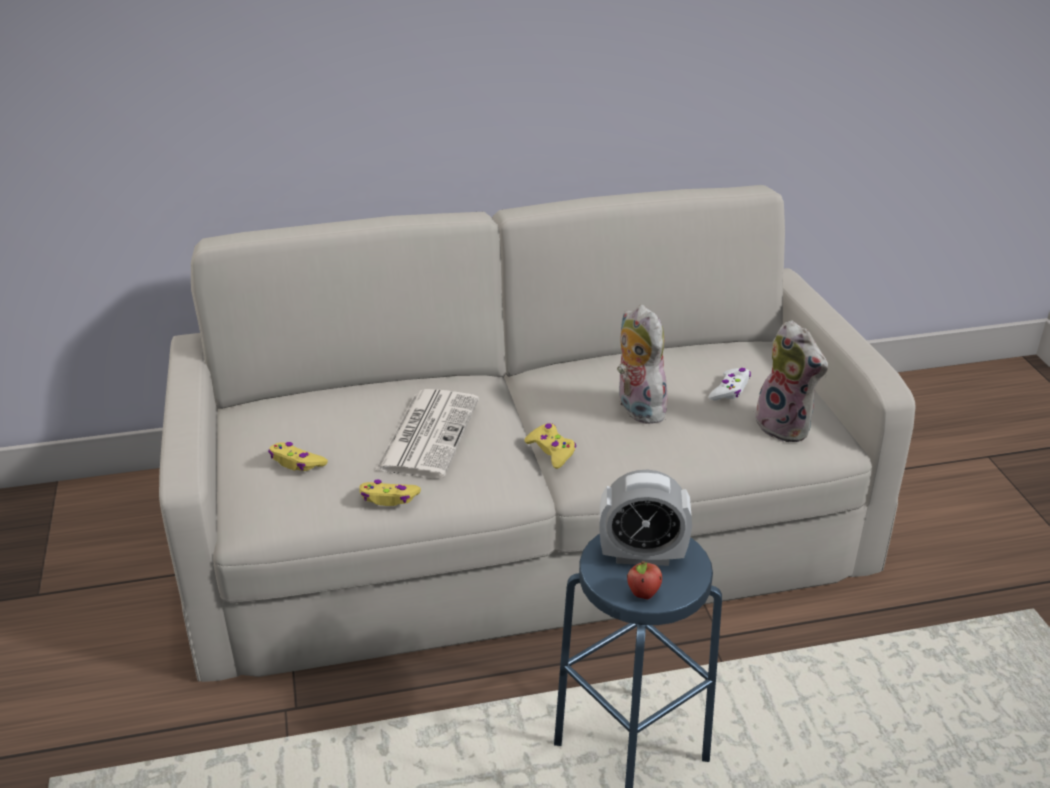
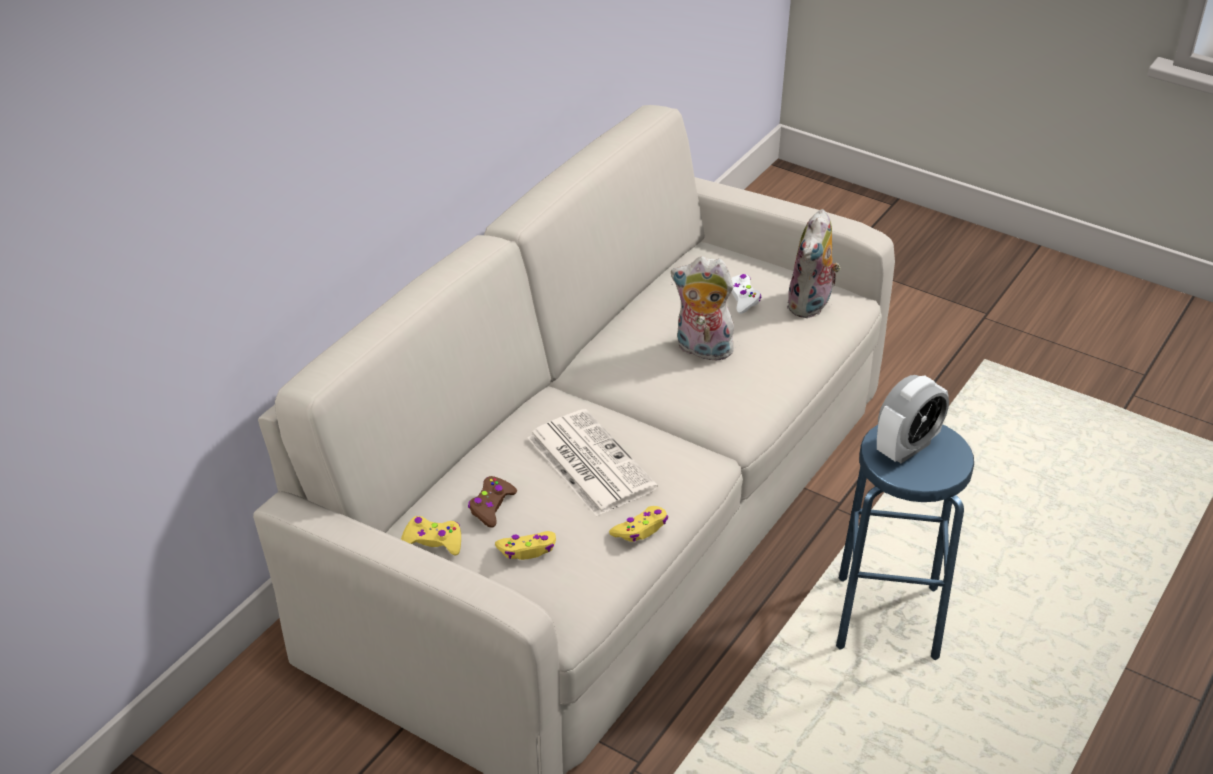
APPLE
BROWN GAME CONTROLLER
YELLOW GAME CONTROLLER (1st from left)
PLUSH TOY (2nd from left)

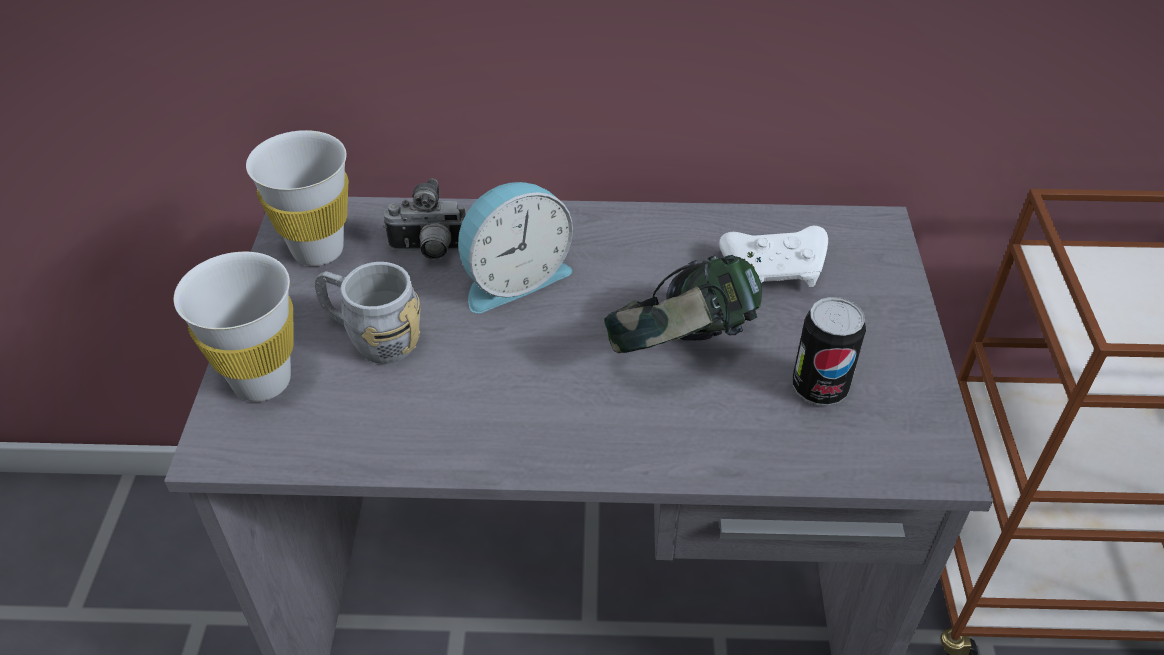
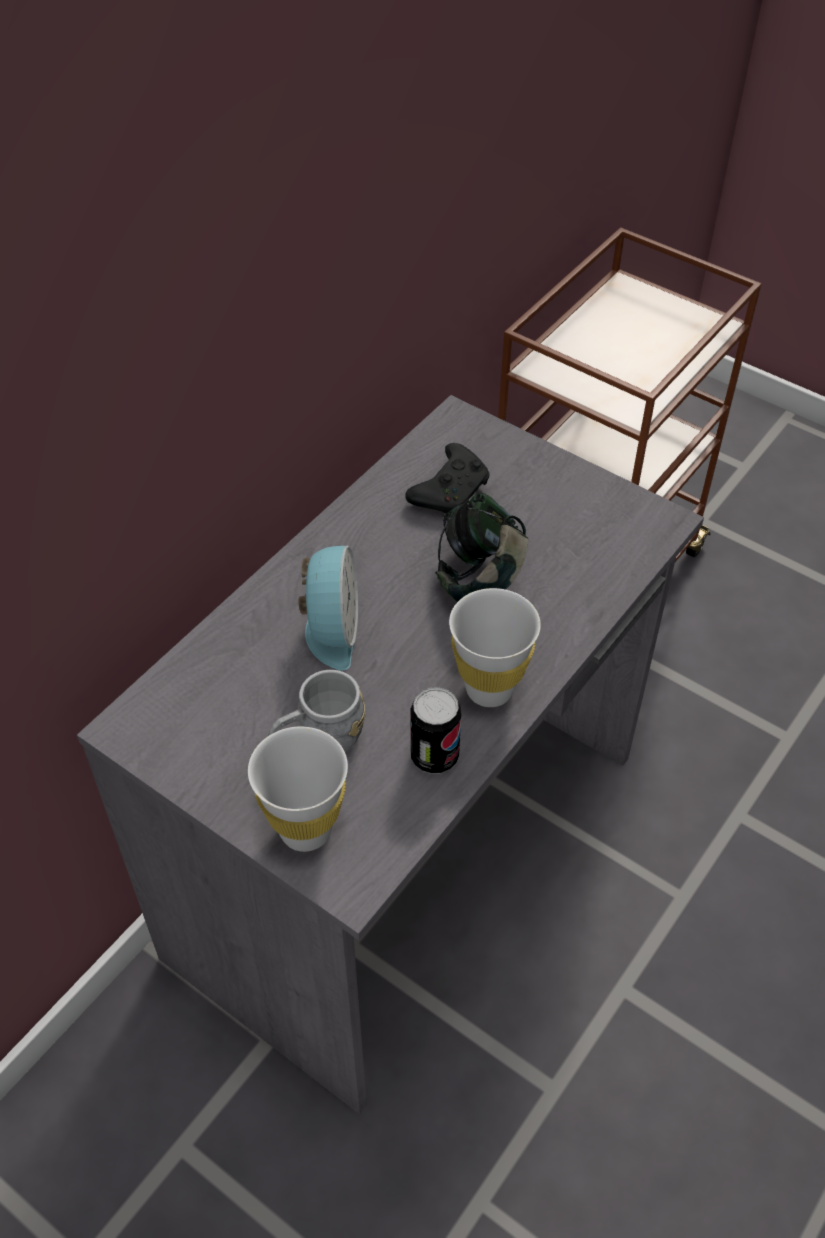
PHOTO CAMERA
WHITE CUP (2nd from left)
CAN
BLACK GAME CONTROLLER

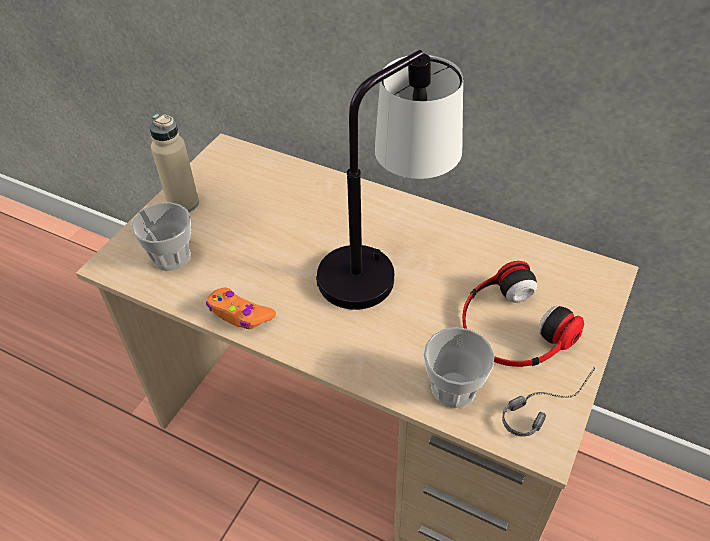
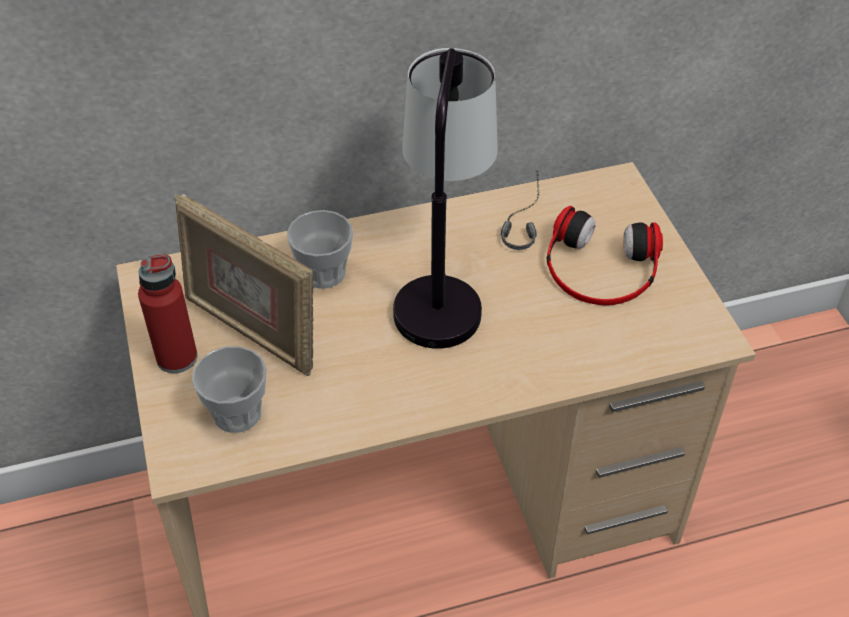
ORANGE GAME CONTROLLER
PICTURE FRAME
CUP (2nd from left)
HEADPHONES (1st from left)
RED BOTTLE

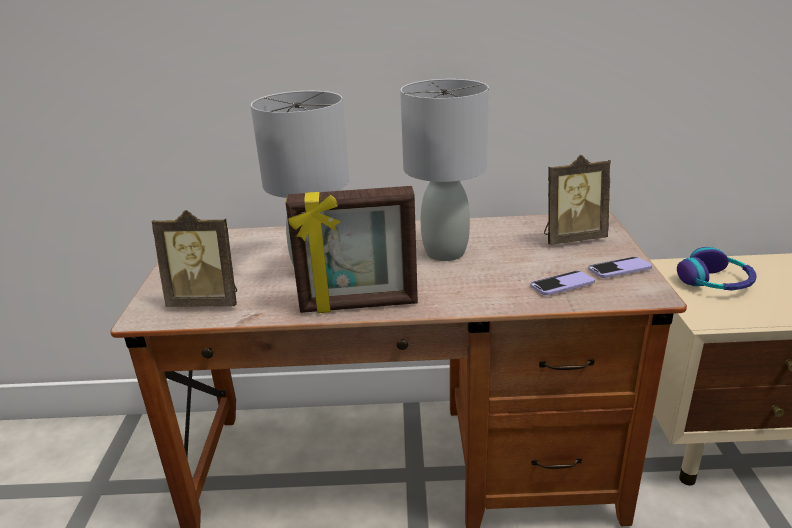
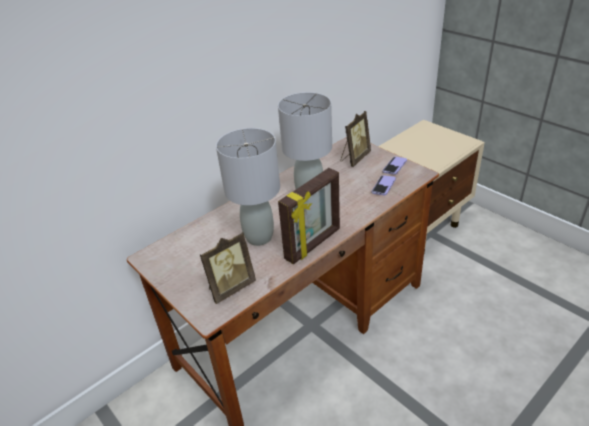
HEADPHONES

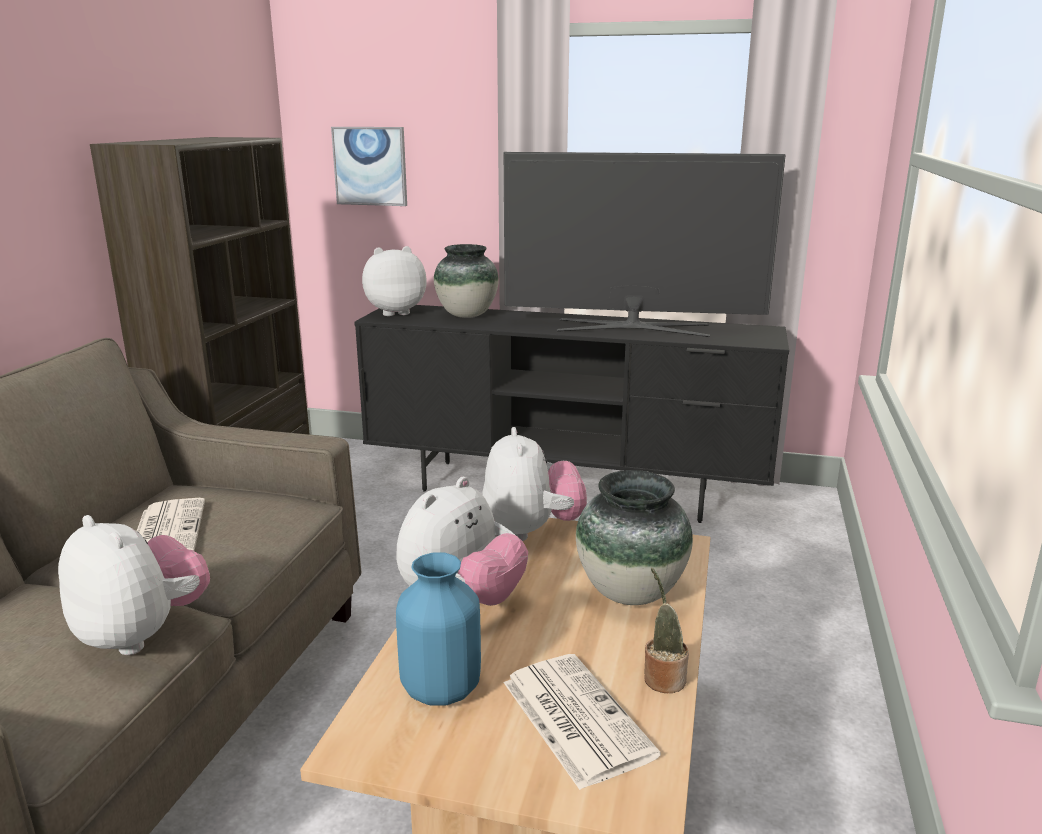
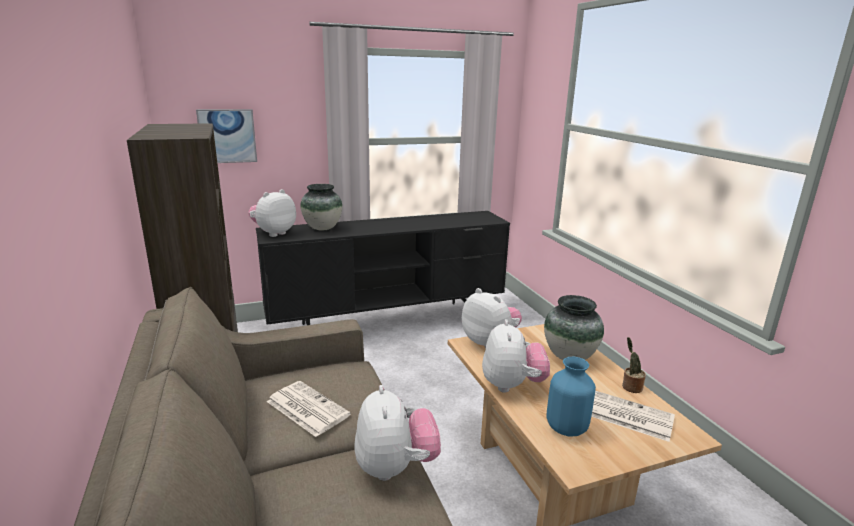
TELEVISION
PLUSH TOY (2nd from left)

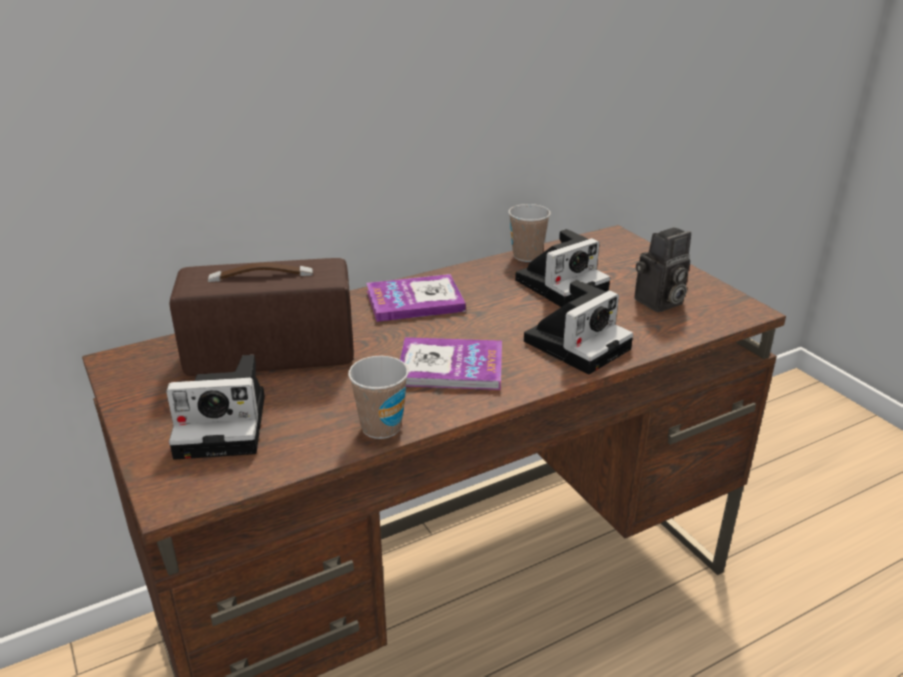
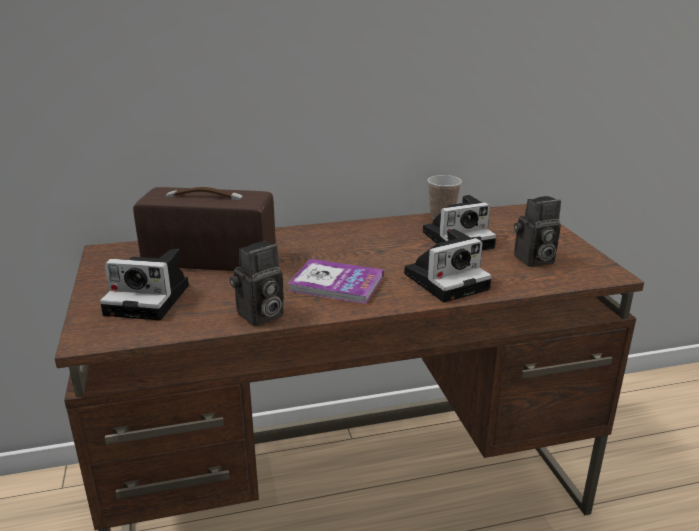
BOOK (1st from left in the first image)
PHOTO CAMERA (2nd from left)

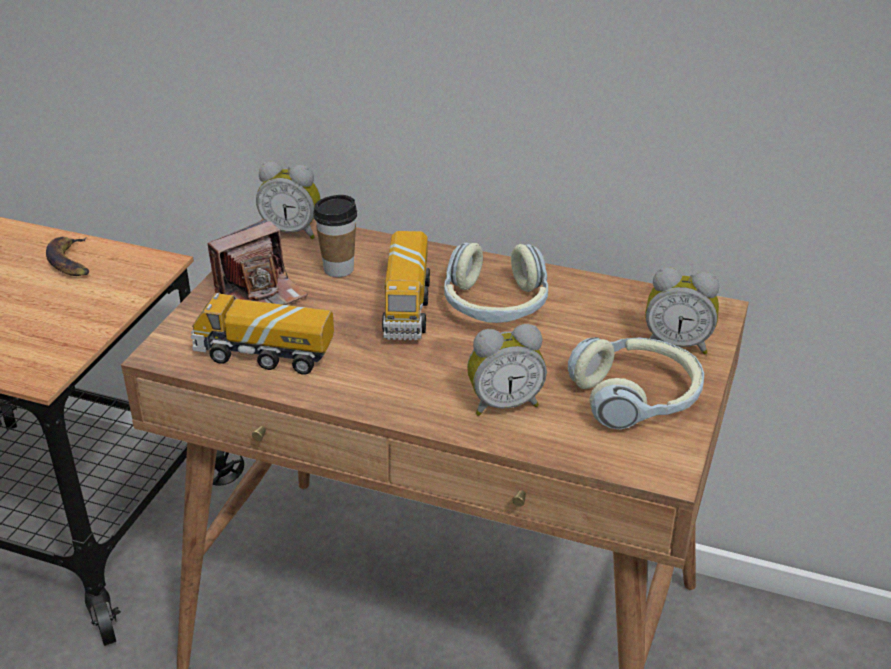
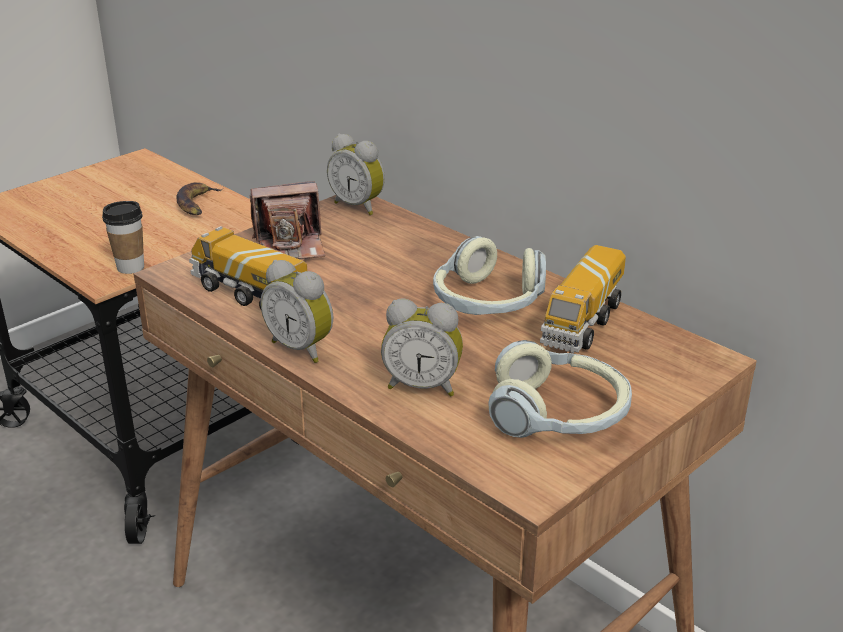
CUP
TOY TRUCK (2nd from left)
ALARM CLOCK (1st from left)

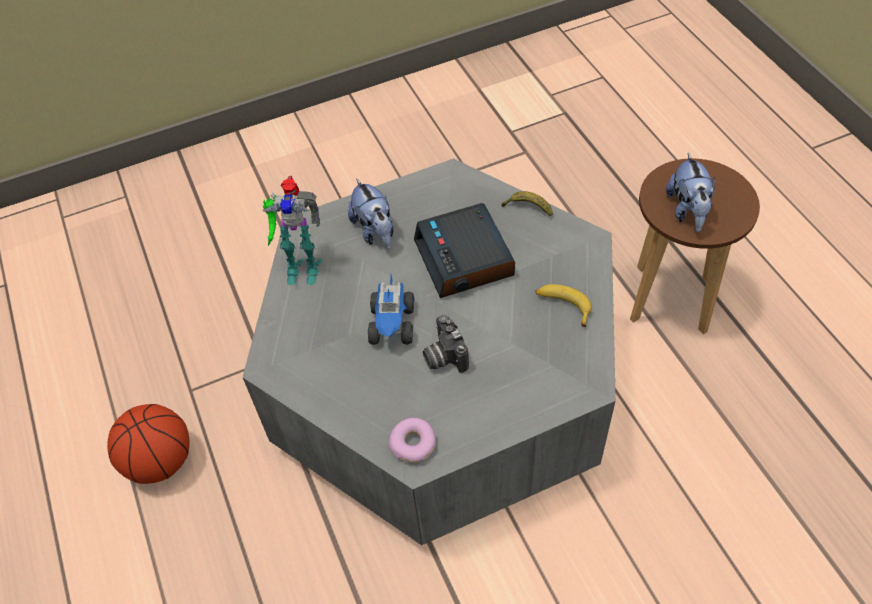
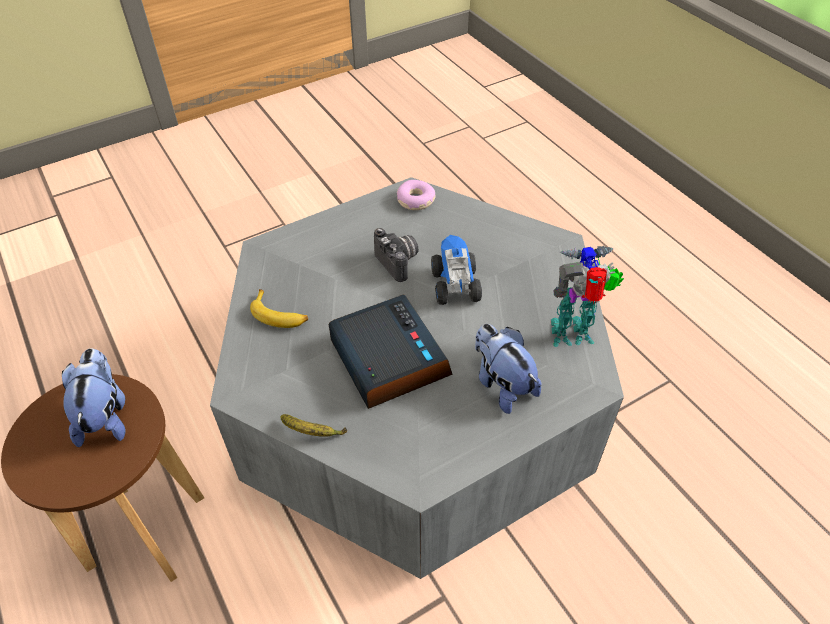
BASKETBALL

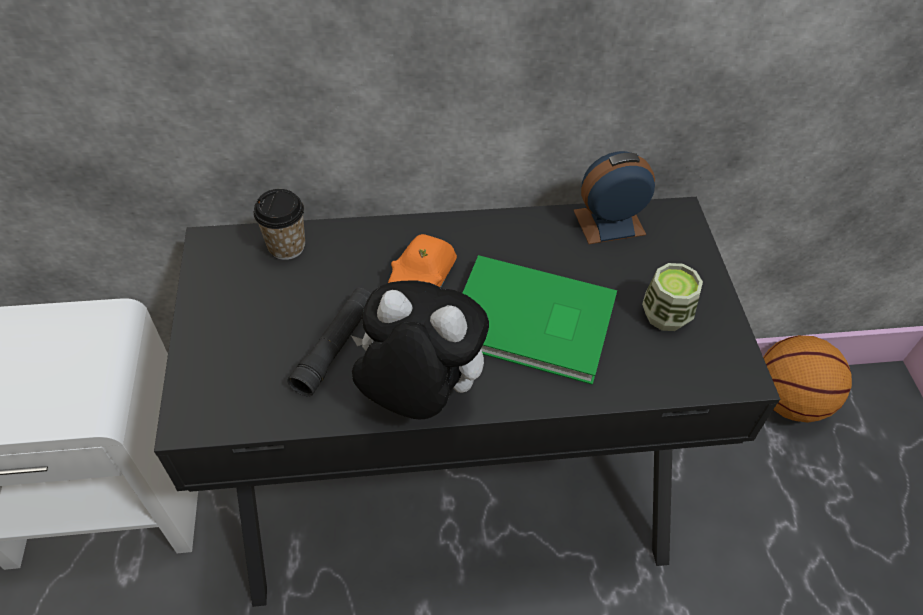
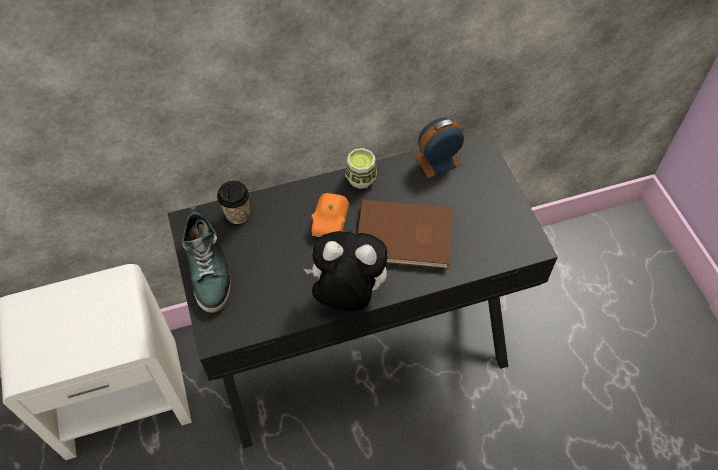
BLACK FLASHLIGHT
BASKETBALL
SHOE
CUP (2nd from left)
BROWN BOOK

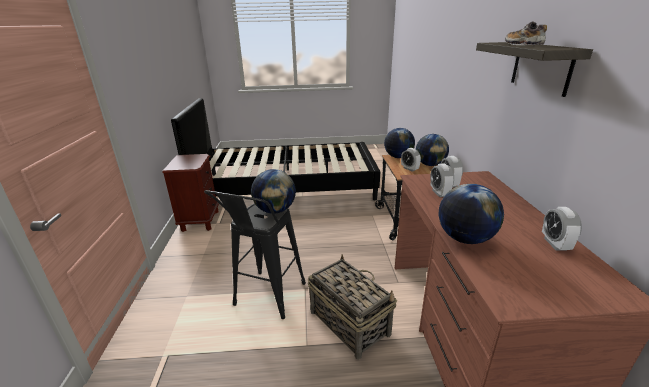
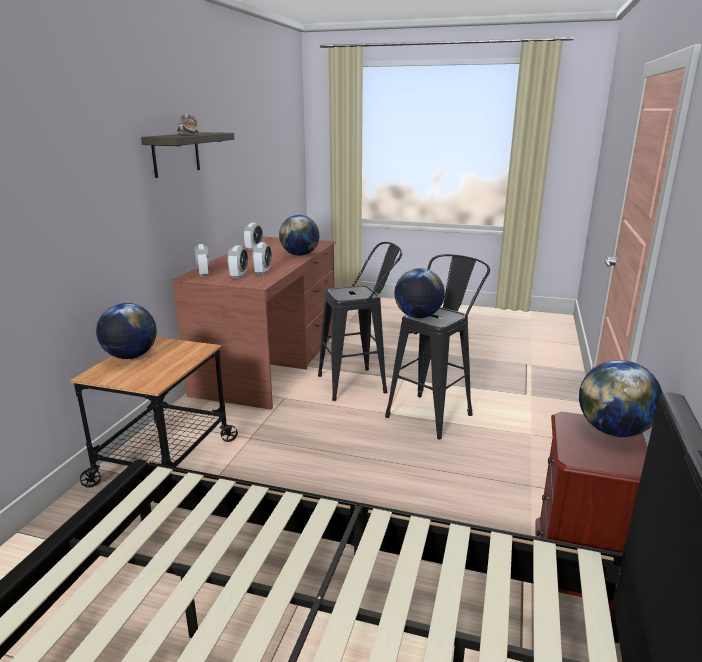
GLOBE (4th from left)
ALARM CLOCK (1st from left)
BLACK STOOL (1st from left)

